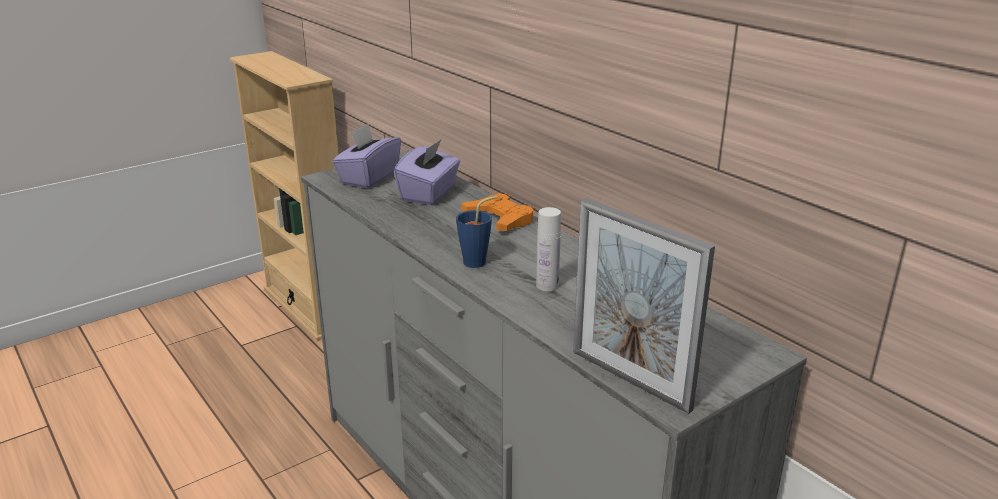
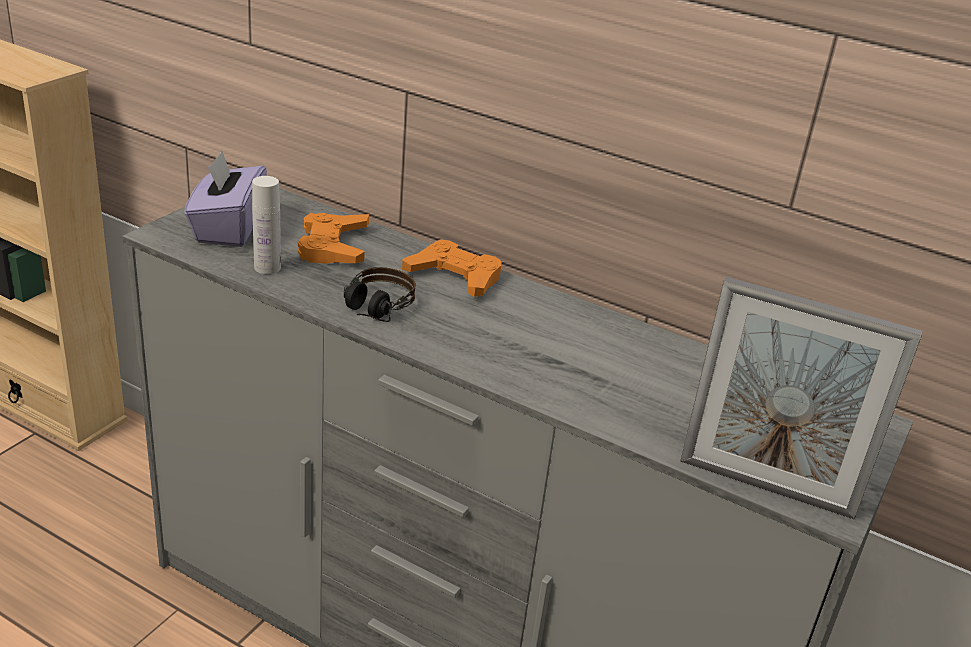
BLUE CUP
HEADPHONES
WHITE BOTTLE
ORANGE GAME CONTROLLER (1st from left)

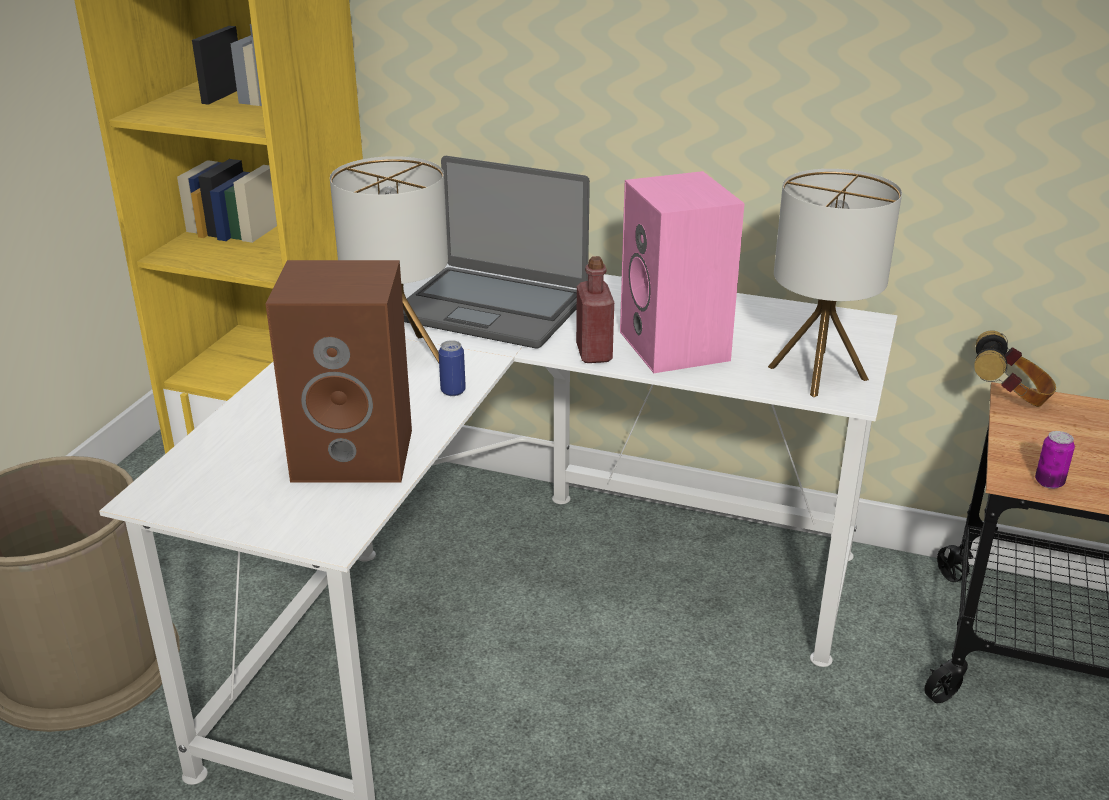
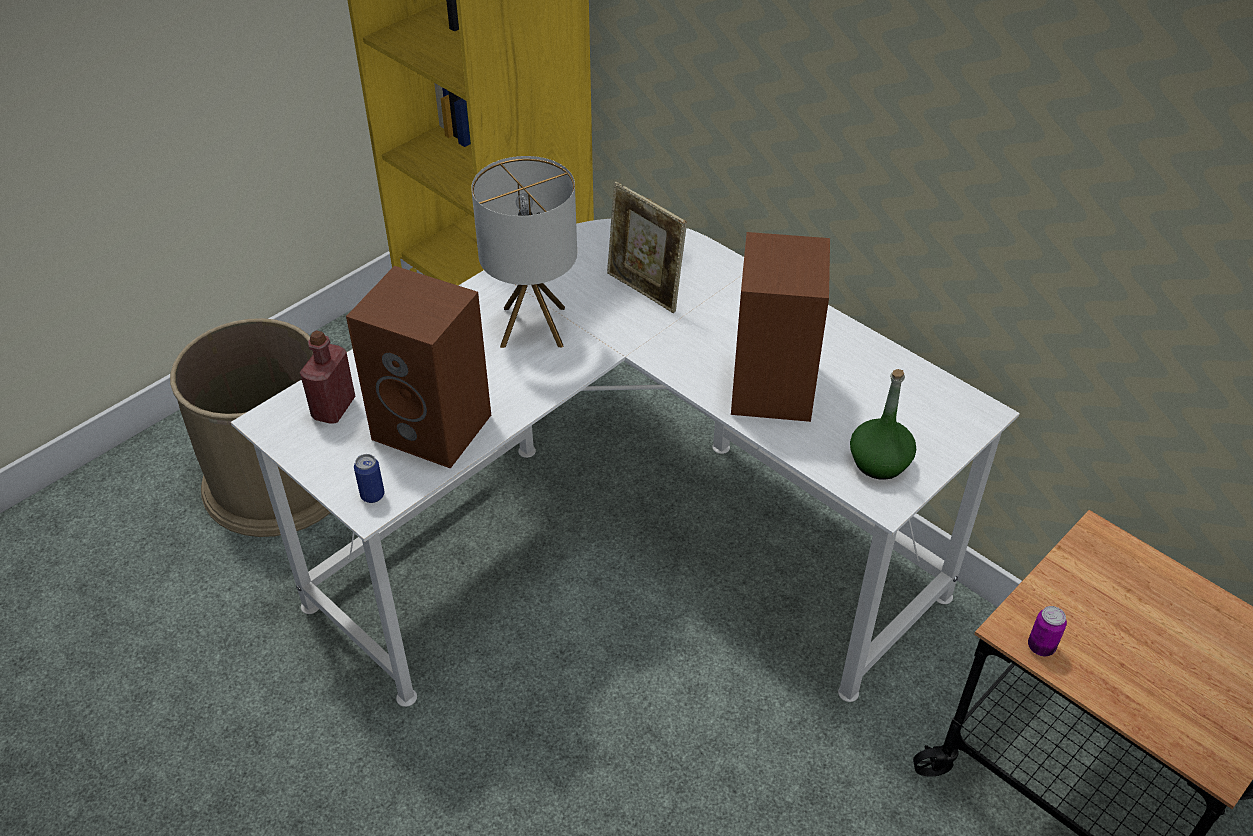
HEADPHONES
CAN (1st from left)
RED BOTTLE
PICTURE FRAME
GREEN BOTTLE
BROWN SPEAKER (2nd from left)

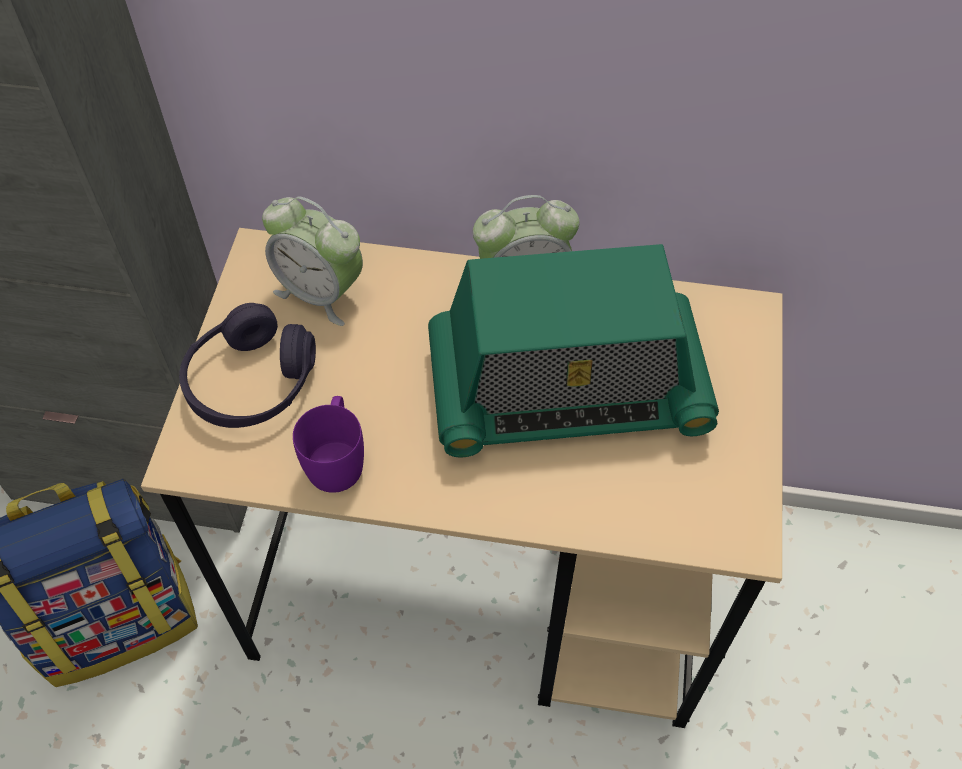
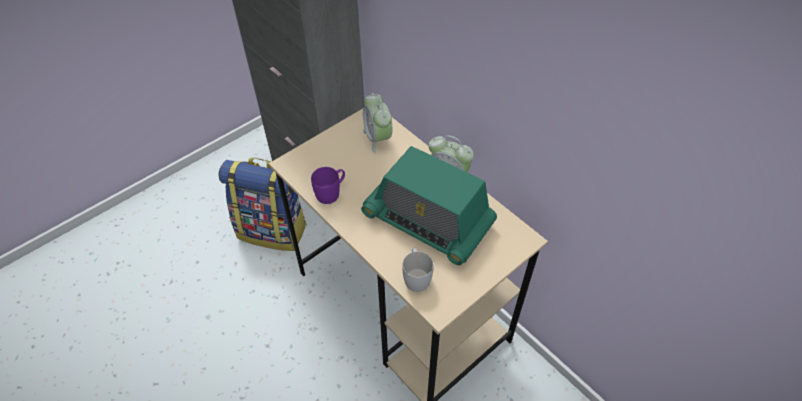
PURPLE HEADPHONES
WHITE MUG

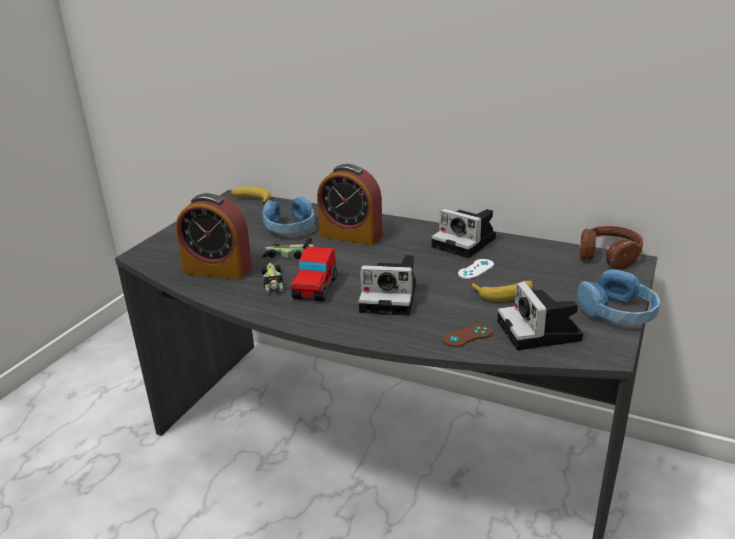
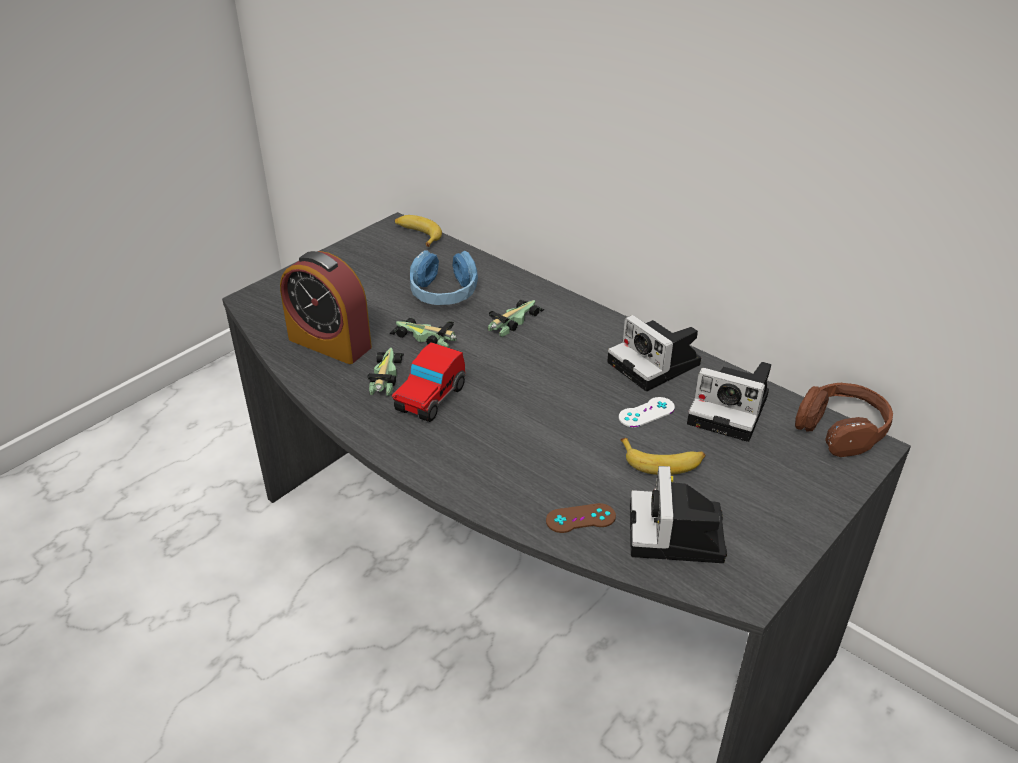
BLUE HEADPHONES (2nd from left in the first image)
PHOTO CAMERA (3rd from left)
TOY CAR (4th from left)

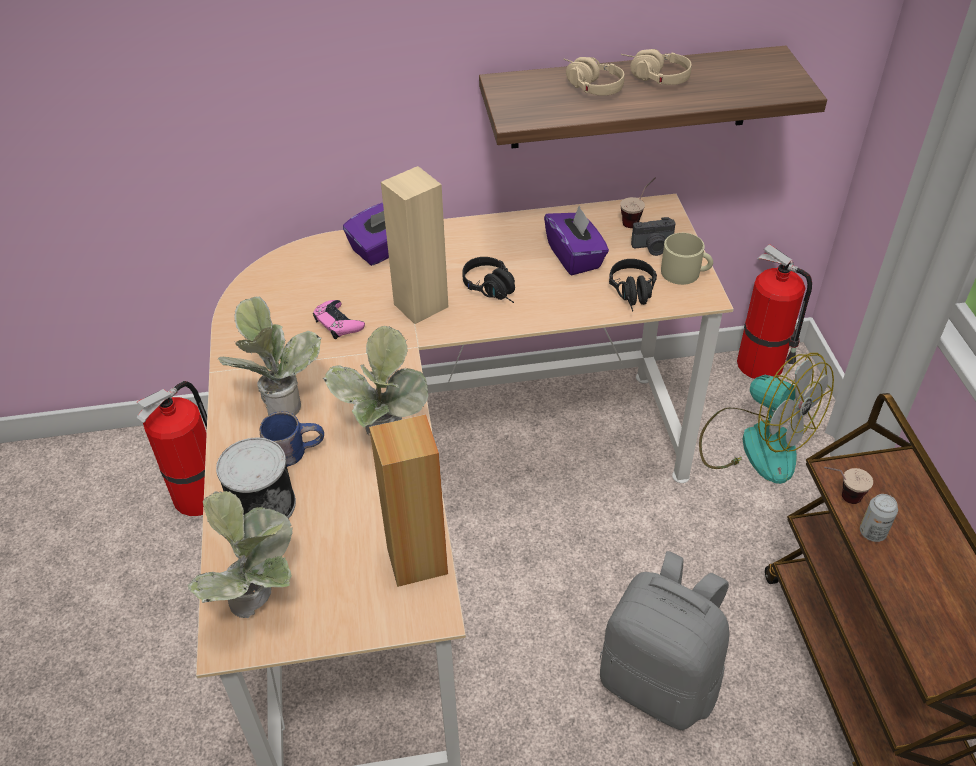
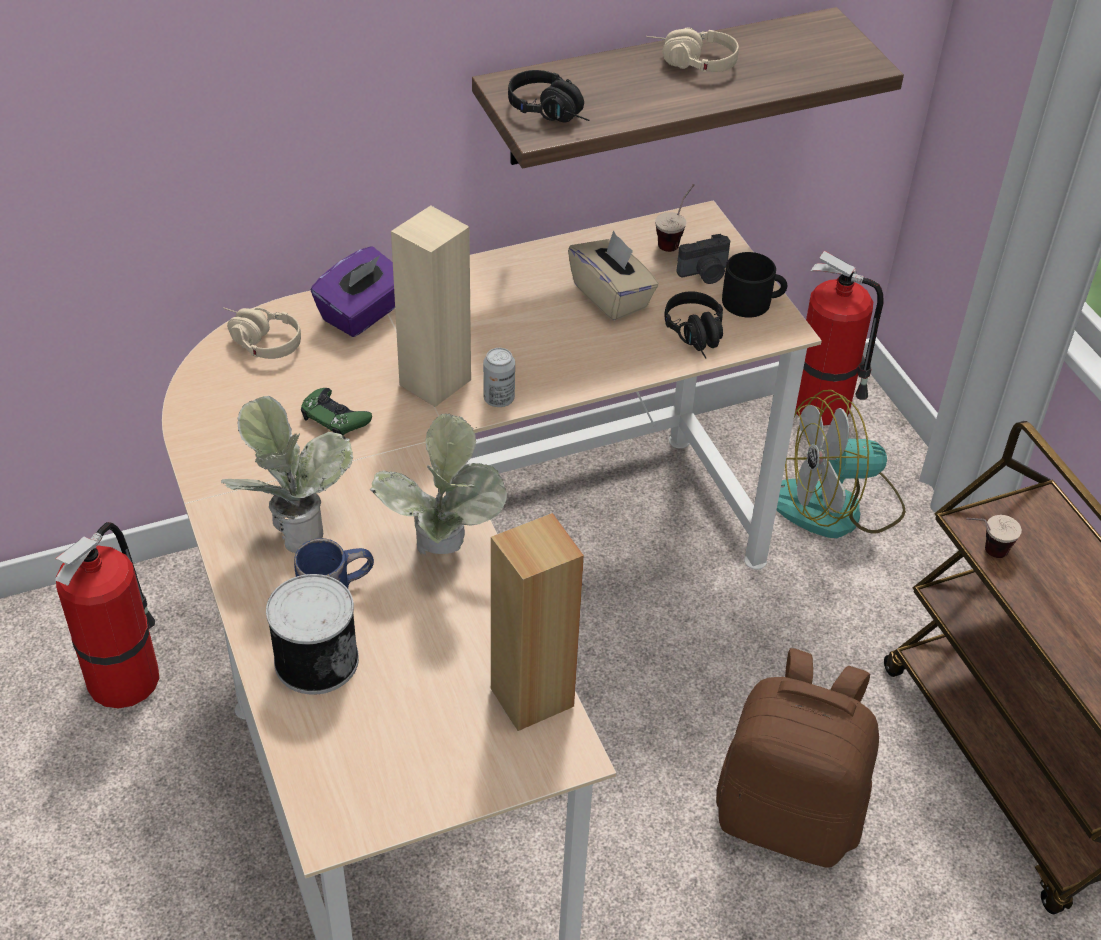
POTTED PLANT (1st from left in the first image)
BLACK HEADPHONES (1st from left)
BEIGE HEADPHONES (1st from left)
CAN (2nd from left)
GREEN GAME CONTROLLER
BEIGE TISSUE BOX
BROWN BACKPACK
BLACK MUG
FAN

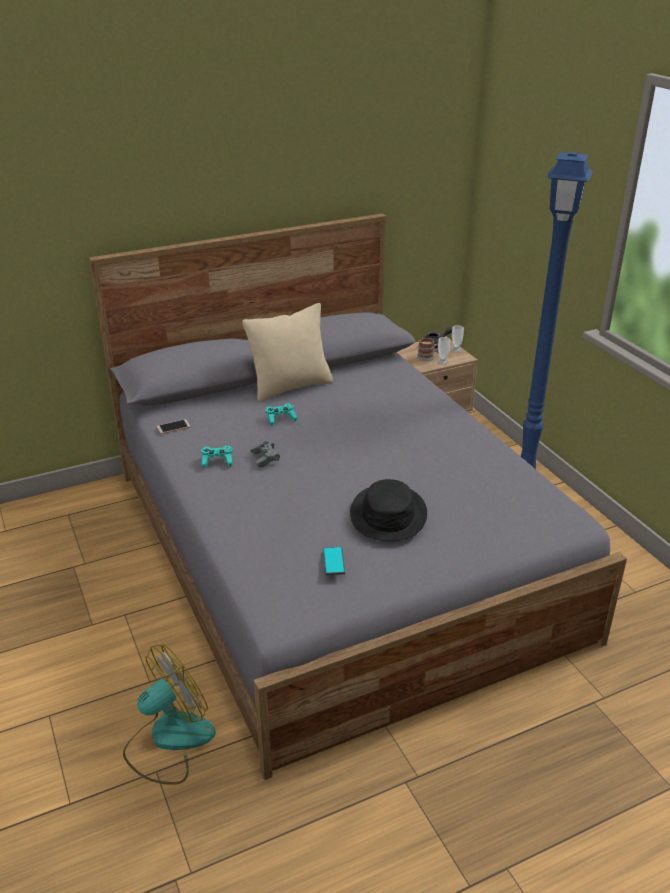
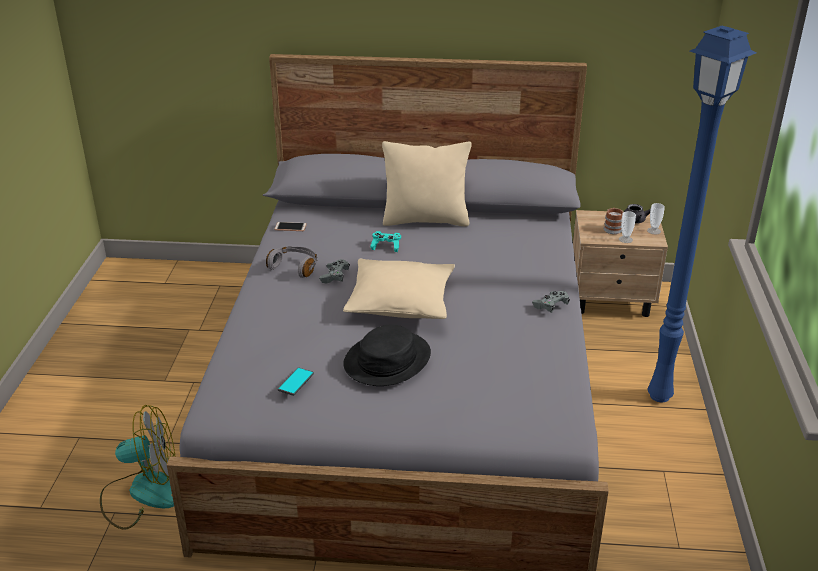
BEIGE PILLOW (1st from left)
GREY GAME CONTROLLER (2nd from left)
GREY HEADPHONES

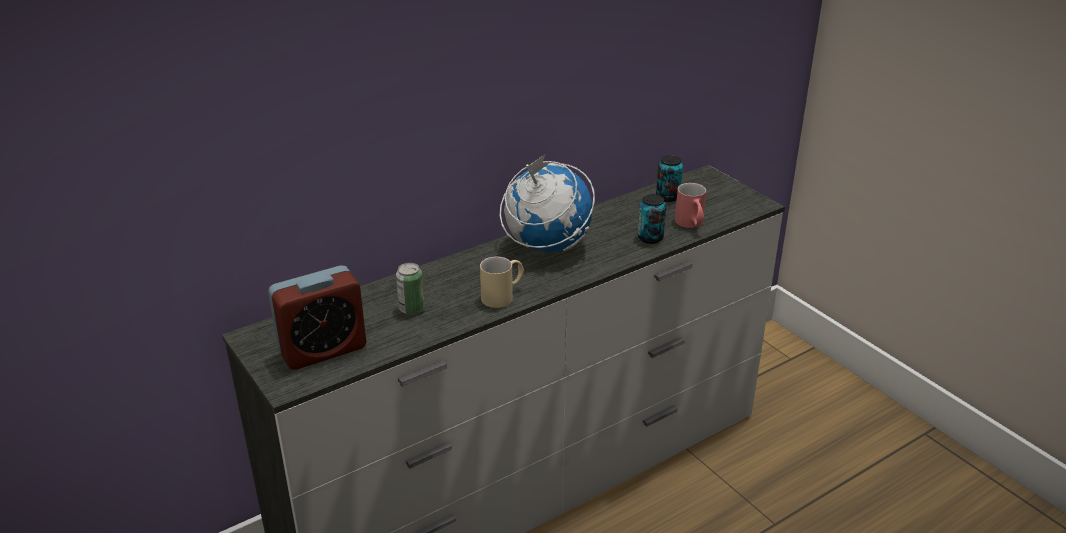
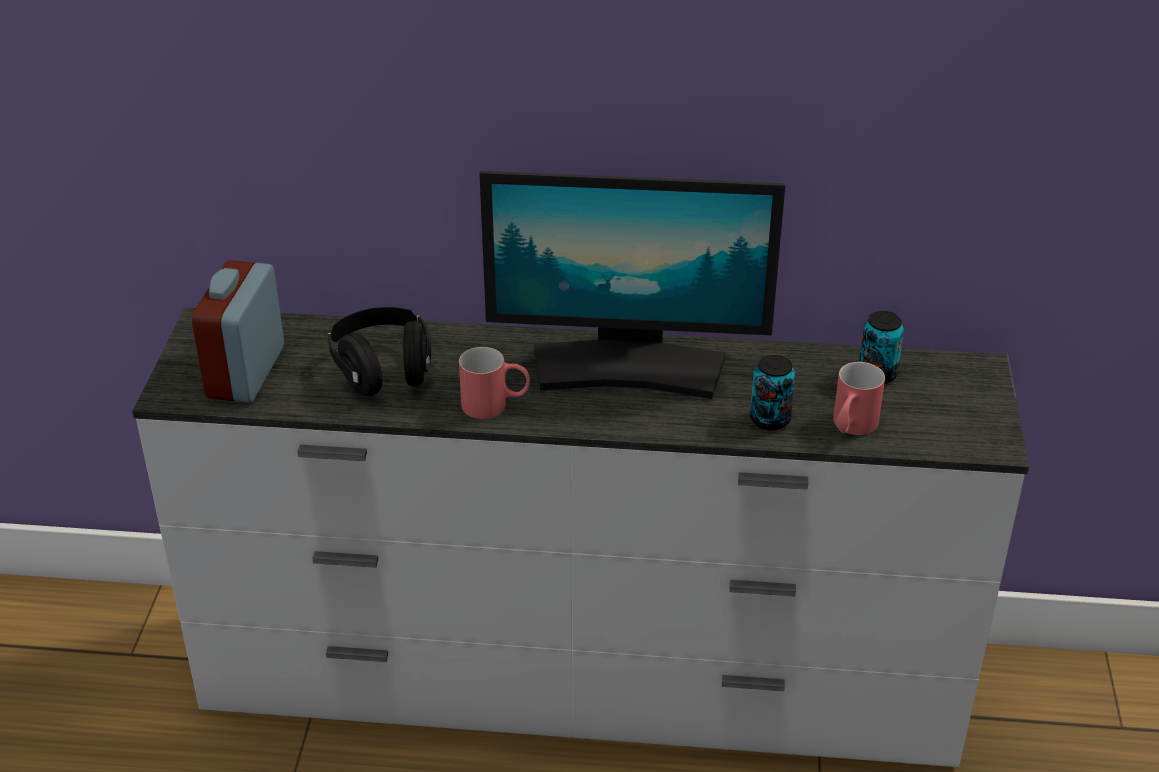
BLACK HEADPHONES
MONITOR
RED MUG (1st from left)
ALARM CLOCK

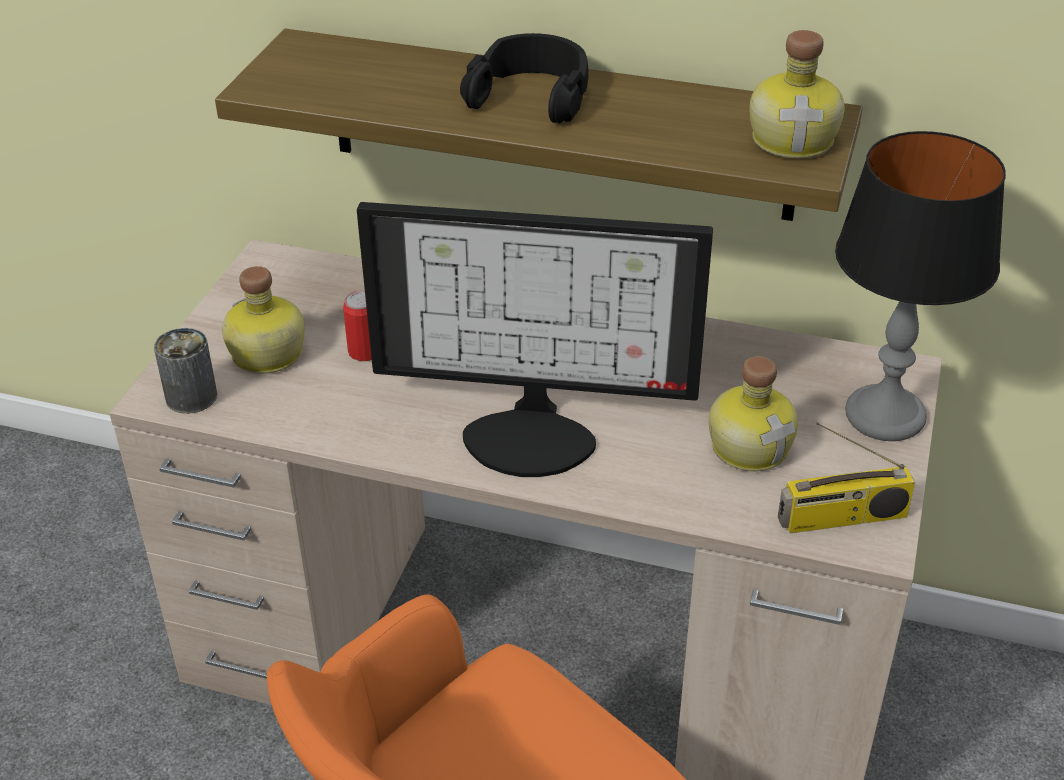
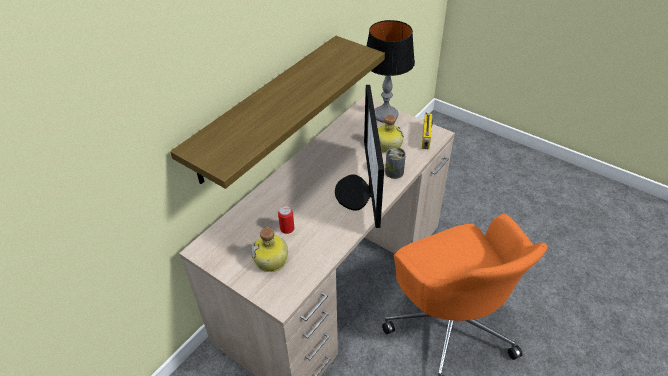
BLACK HEADPHONES
BOTTLE (3rd from left in the first image)
CAN (2nd from left)
MONITOR

